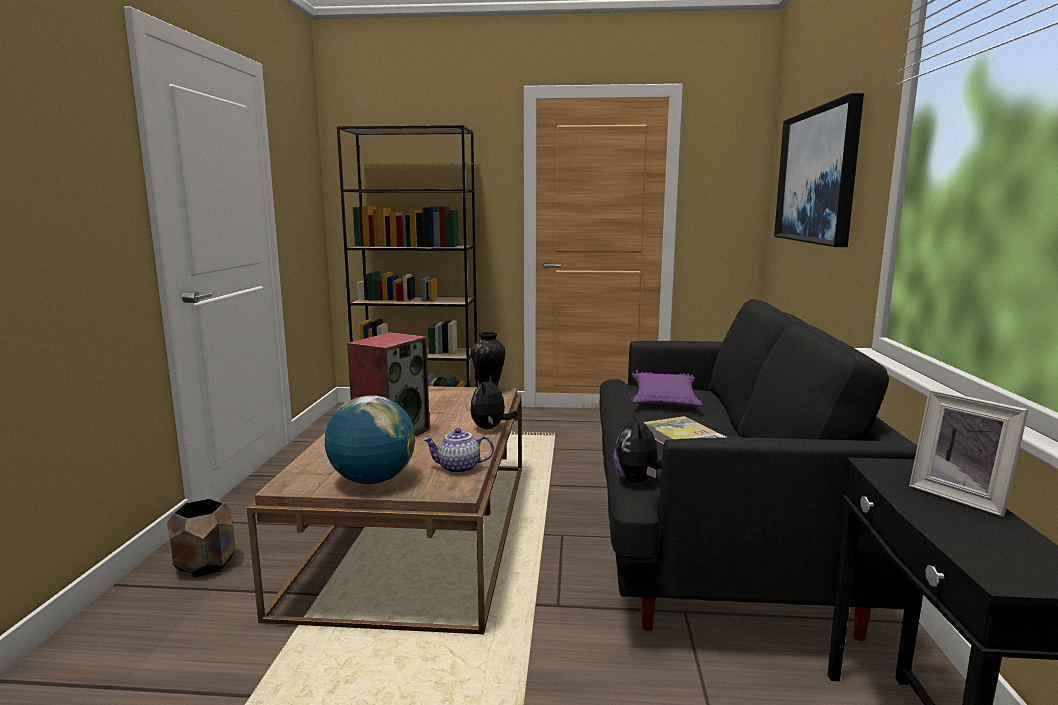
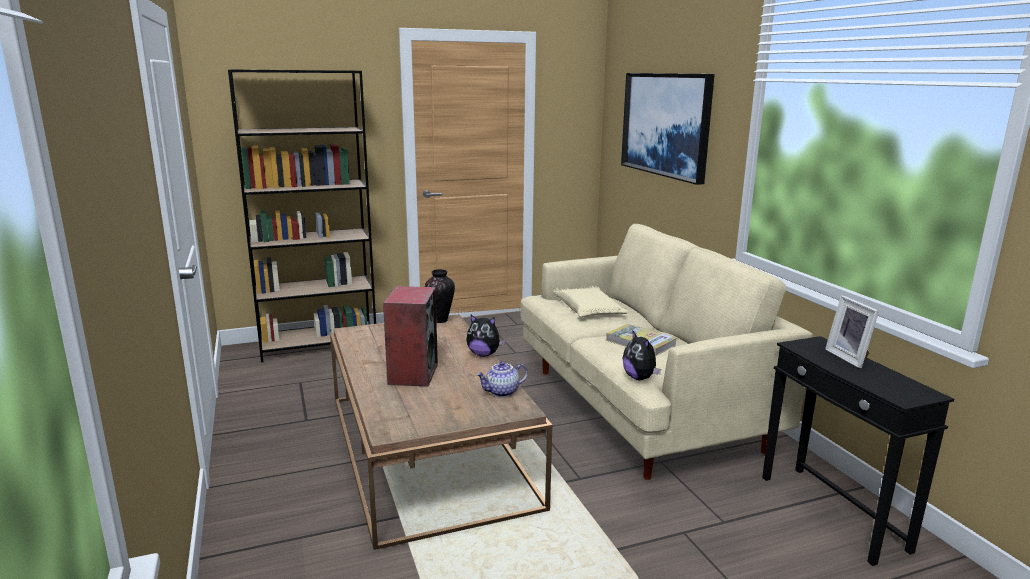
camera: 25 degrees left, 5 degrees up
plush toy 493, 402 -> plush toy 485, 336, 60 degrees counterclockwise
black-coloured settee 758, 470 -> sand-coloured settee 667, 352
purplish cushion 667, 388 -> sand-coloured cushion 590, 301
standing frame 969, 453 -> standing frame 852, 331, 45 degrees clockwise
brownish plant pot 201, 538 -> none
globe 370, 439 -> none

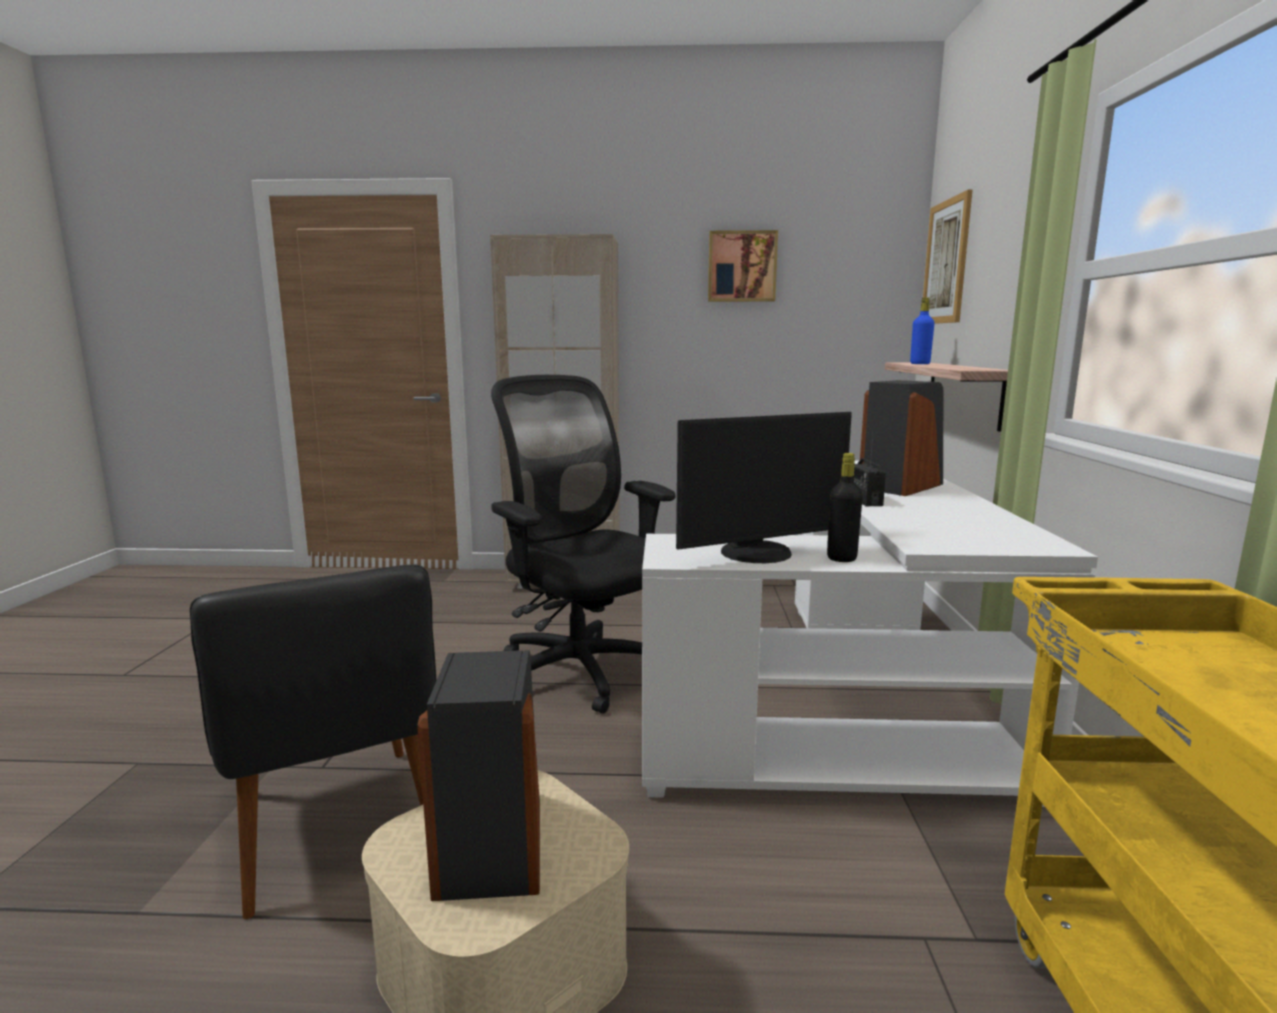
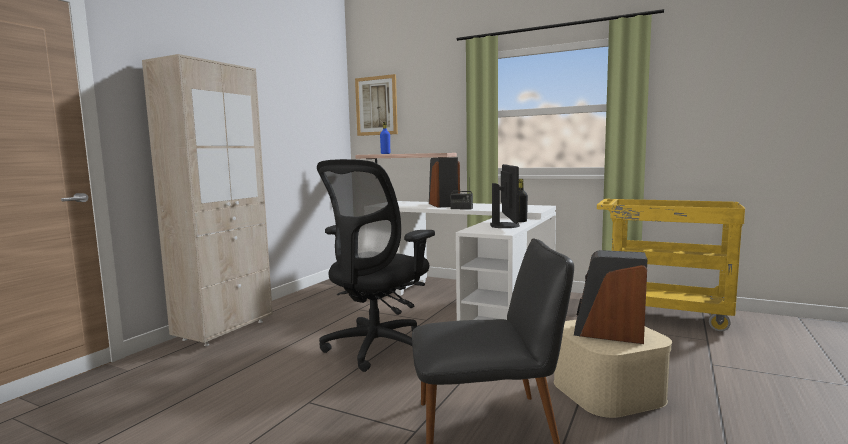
camera: 65 degrees left, 5 degrees down
black-coloured desk chair 583, 544 -> black-coloured desk chair 376, 265, 45 degrees counterclockwise
wall art 743, 266 -> none

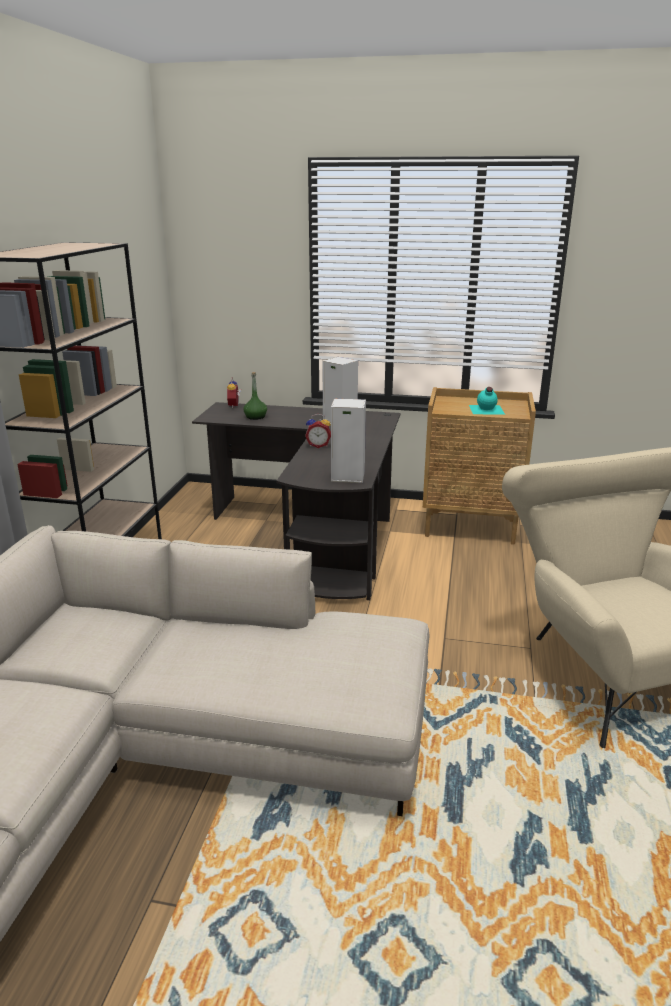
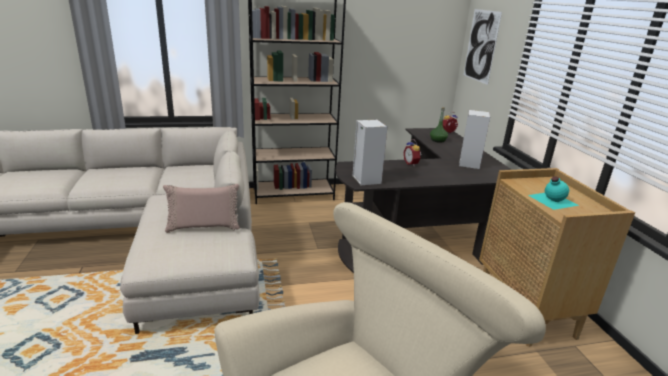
camera: 65 degrees right, 0 degrees up
none -> sand-coloured cushion 201, 208
none -> wall art 483, 47

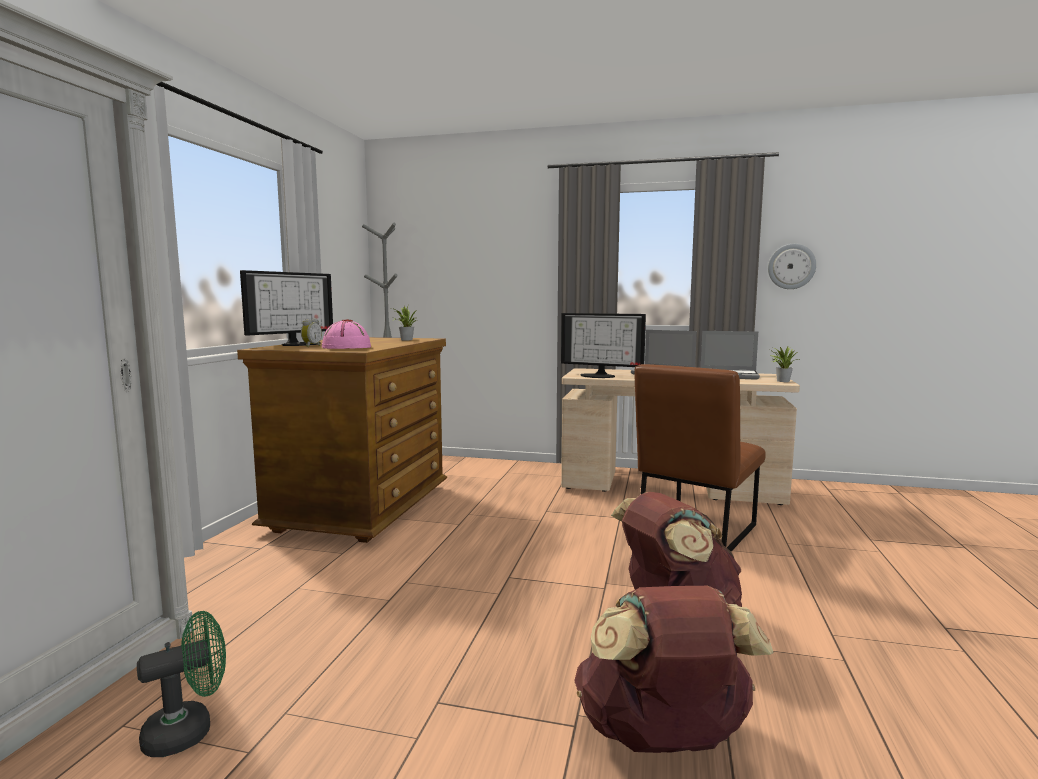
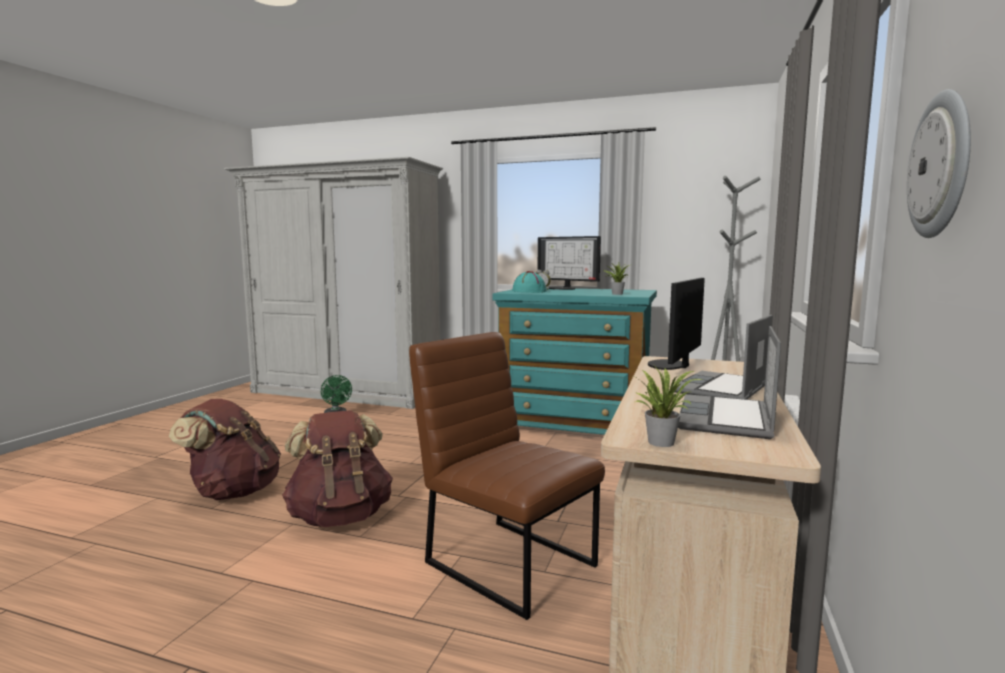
camera: 95 degrees right, 0 degrees up
brownish dresser 342, 440 -> blue-green dresser 574, 361
pink wearable hat 346, 334 -> blue-green wearable hat 529, 282

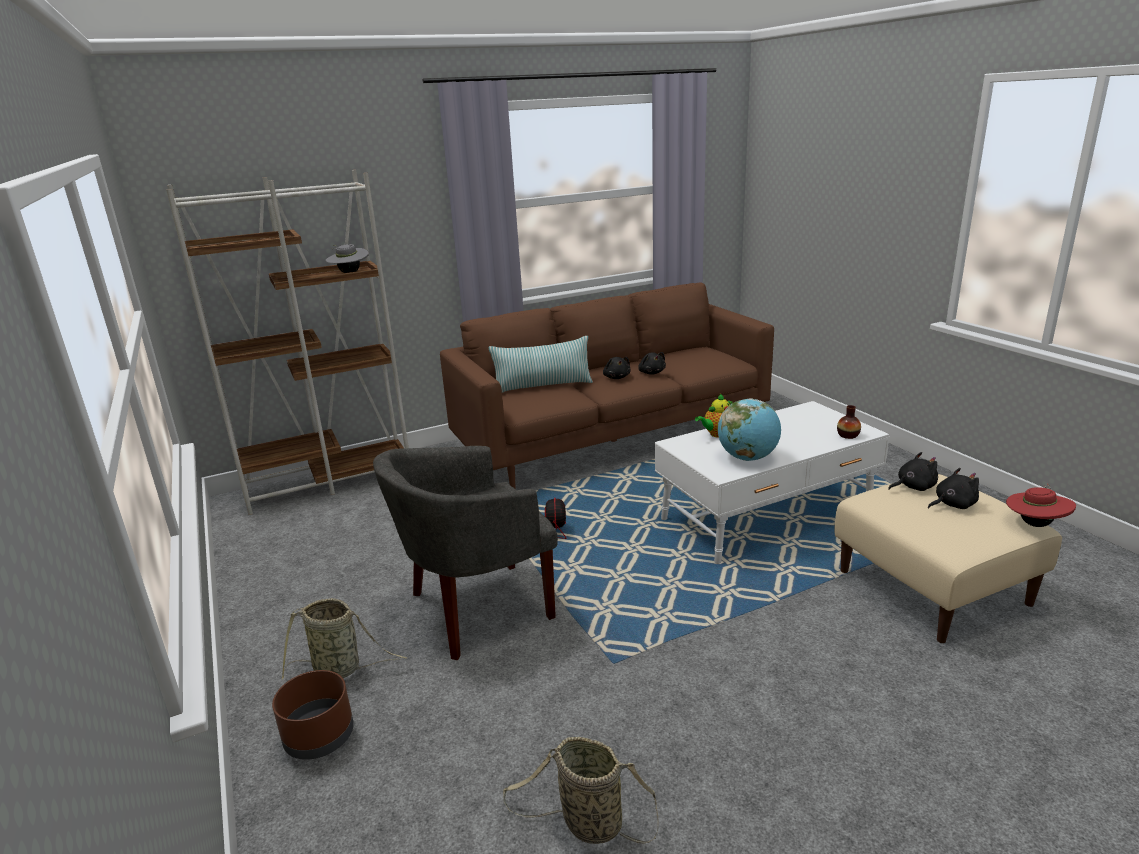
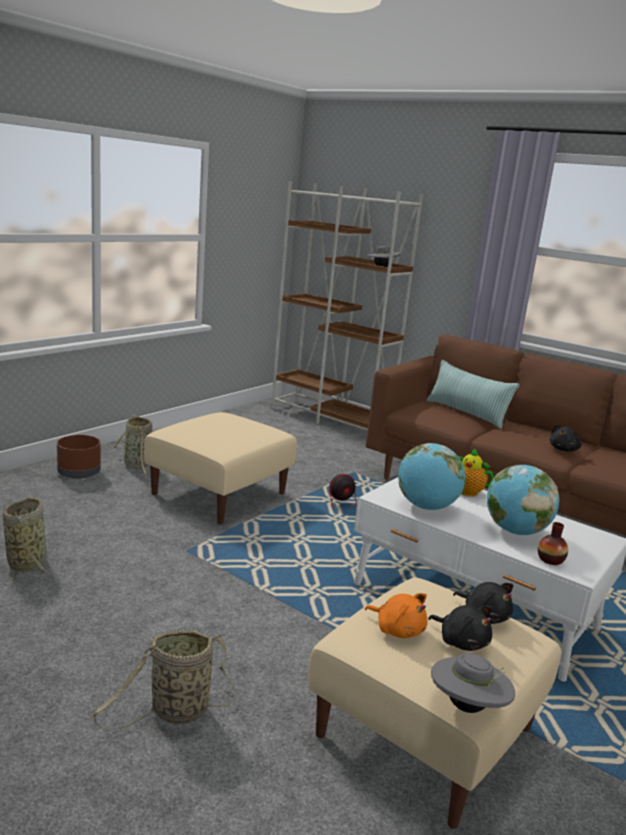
camera: 60 degrees right, 5 degrees down
none -> household basket 164, 680
grey armchair 465, 553 -> sand-coloured footrest 220, 468
none -> orange plush toy 396, 615
reddish wearable hat 1041, 505 -> grey wearable hat 473, 683
none -> globe 523, 500
black-coloured plush toy 617, 368 -> none

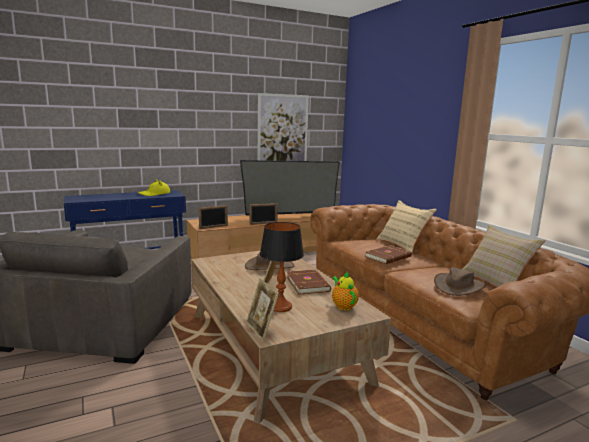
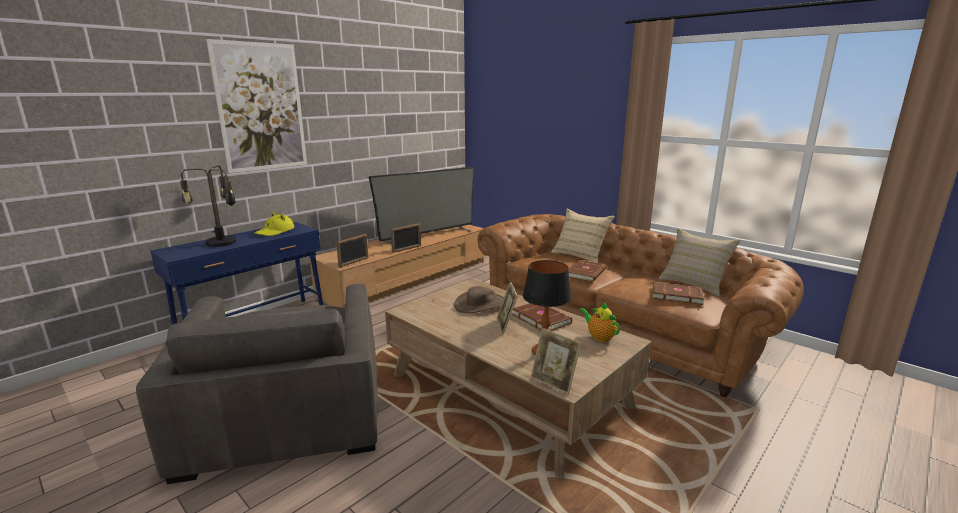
camera: 20 degrees left, 5 degrees up
none -> table lamp 208, 206
wall art 283, 127 -> wall art 256, 106, moved
brownish wearable hat 460, 281 -> brownish volume 678, 293

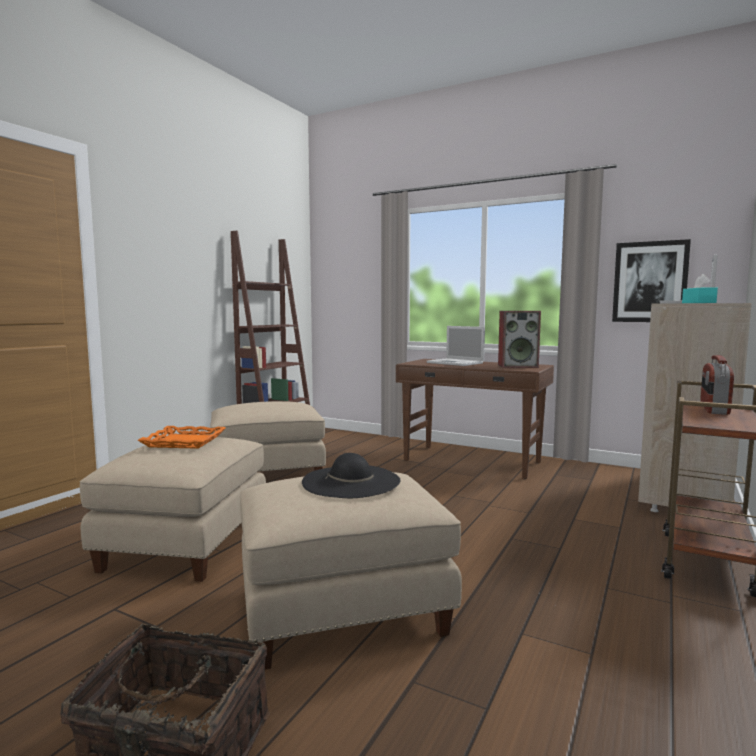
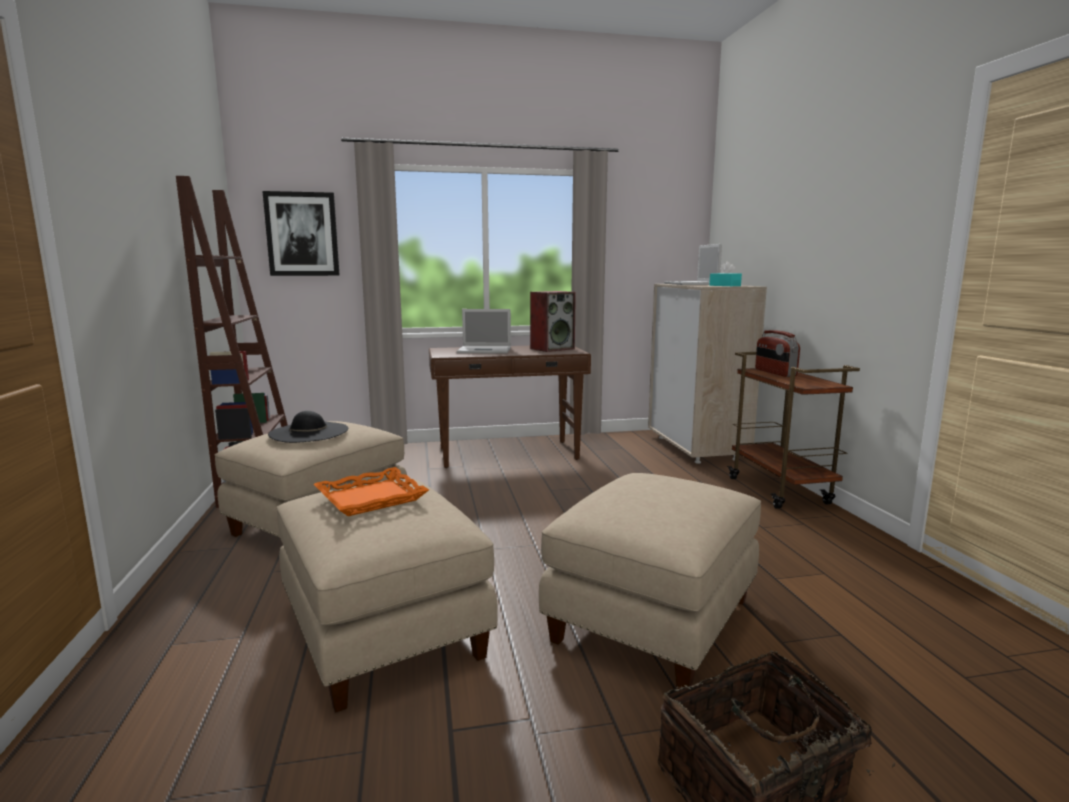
camera: 40 degrees left, 5 degrees up
wall art 651, 280 -> wall art 301, 233, moved
black-coloured wearable hat 351, 475 -> black-coloured wearable hat 308, 427, moved

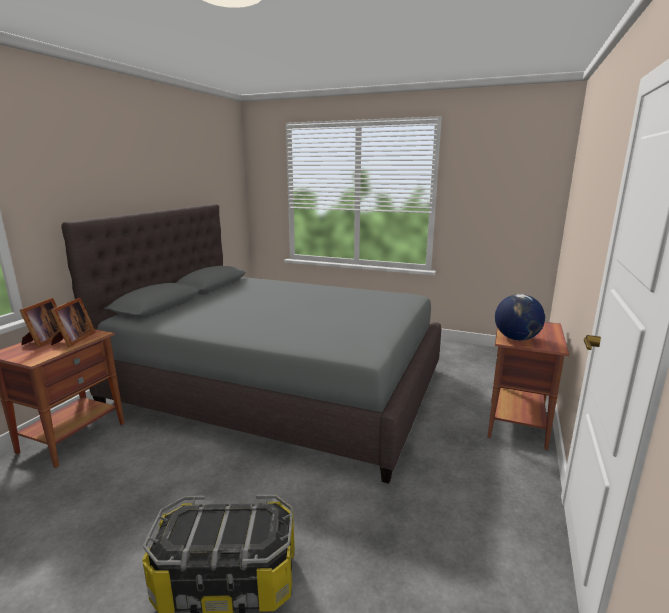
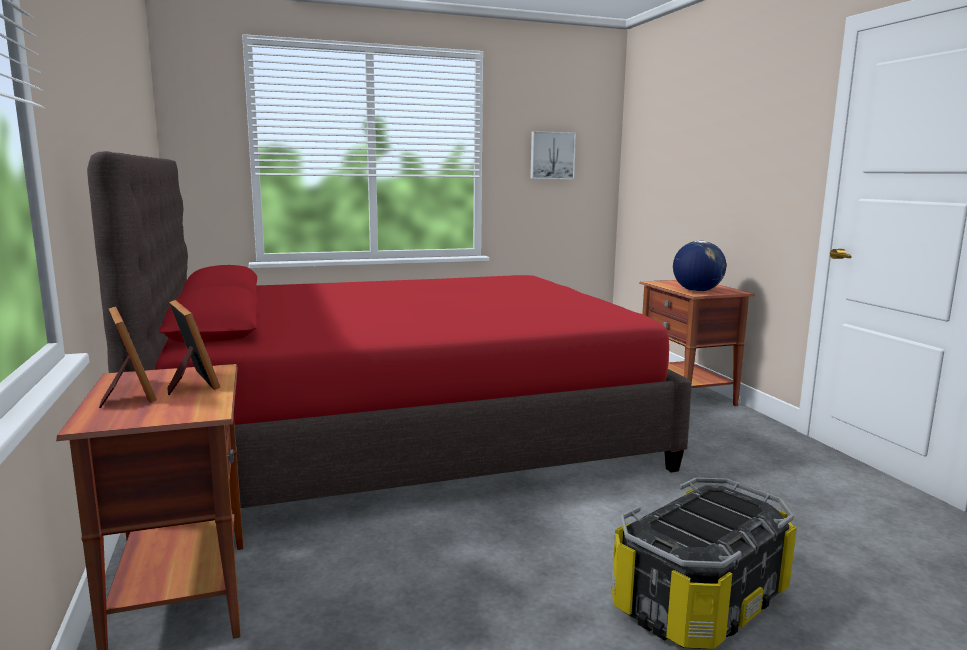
camera: 40 degrees left, 5 degrees down
grey bedroom bed 251, 344 -> reddish bedroom bed 389, 329
none -> wall art 553, 155

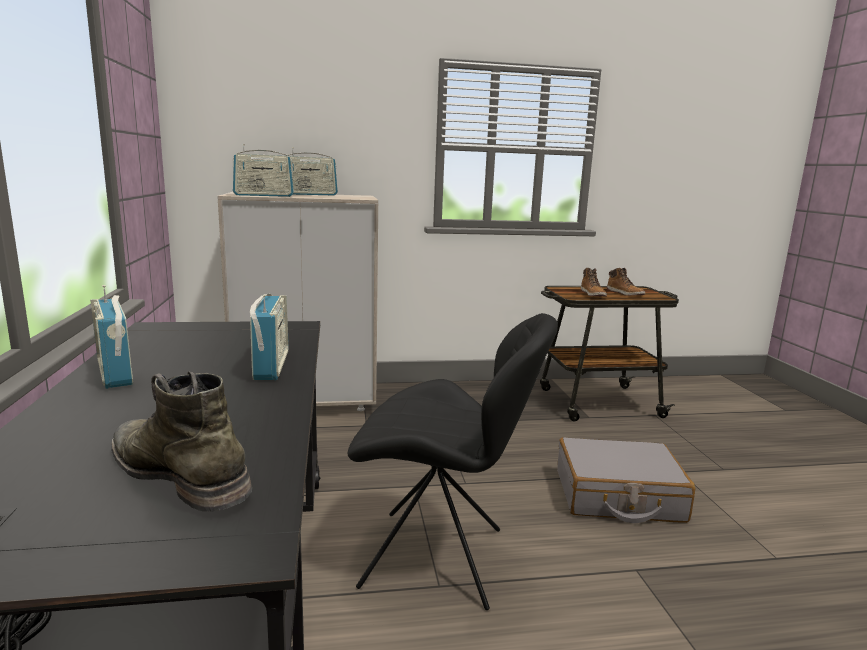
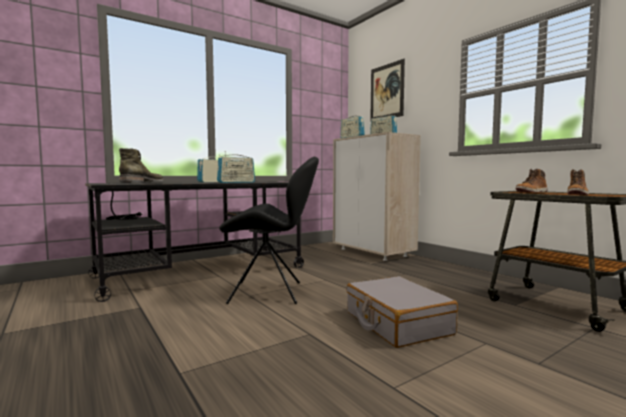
camera: 65 degrees right, 10 degrees down
black-coloured upright chair 452, 461 -> black-coloured upright chair 269, 230, 75 degrees counterclockwise
none -> wall art 387, 90

